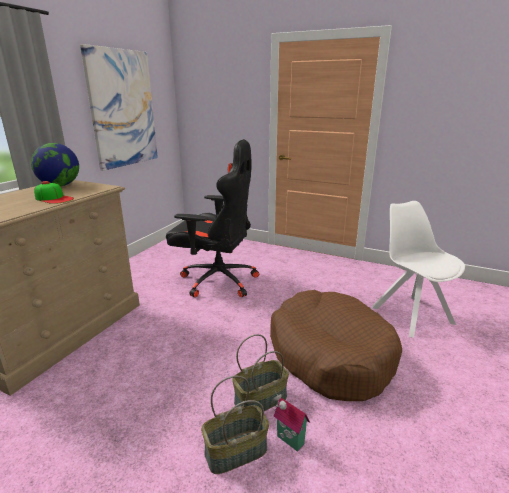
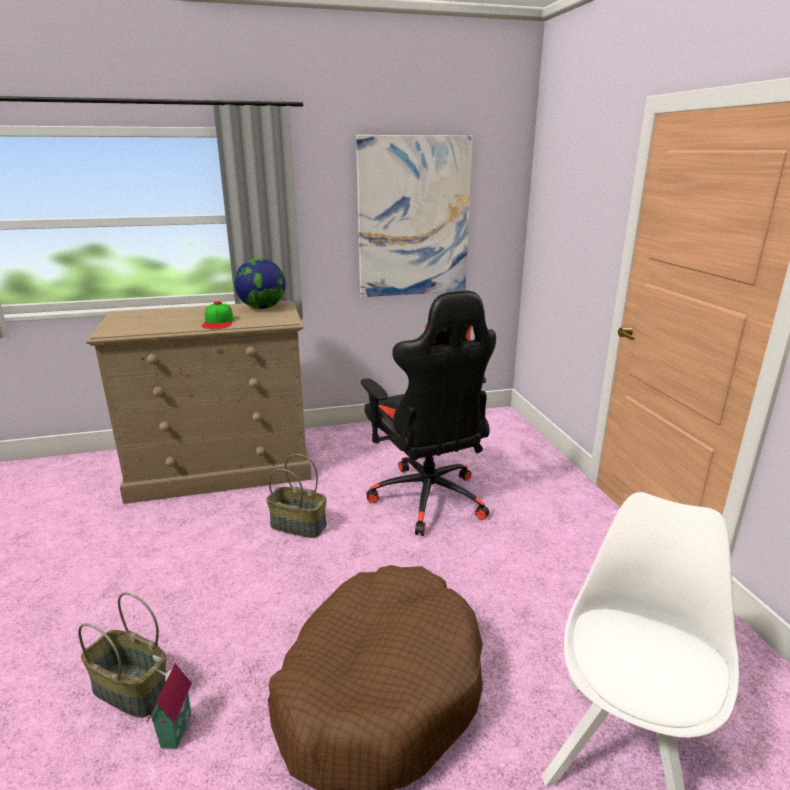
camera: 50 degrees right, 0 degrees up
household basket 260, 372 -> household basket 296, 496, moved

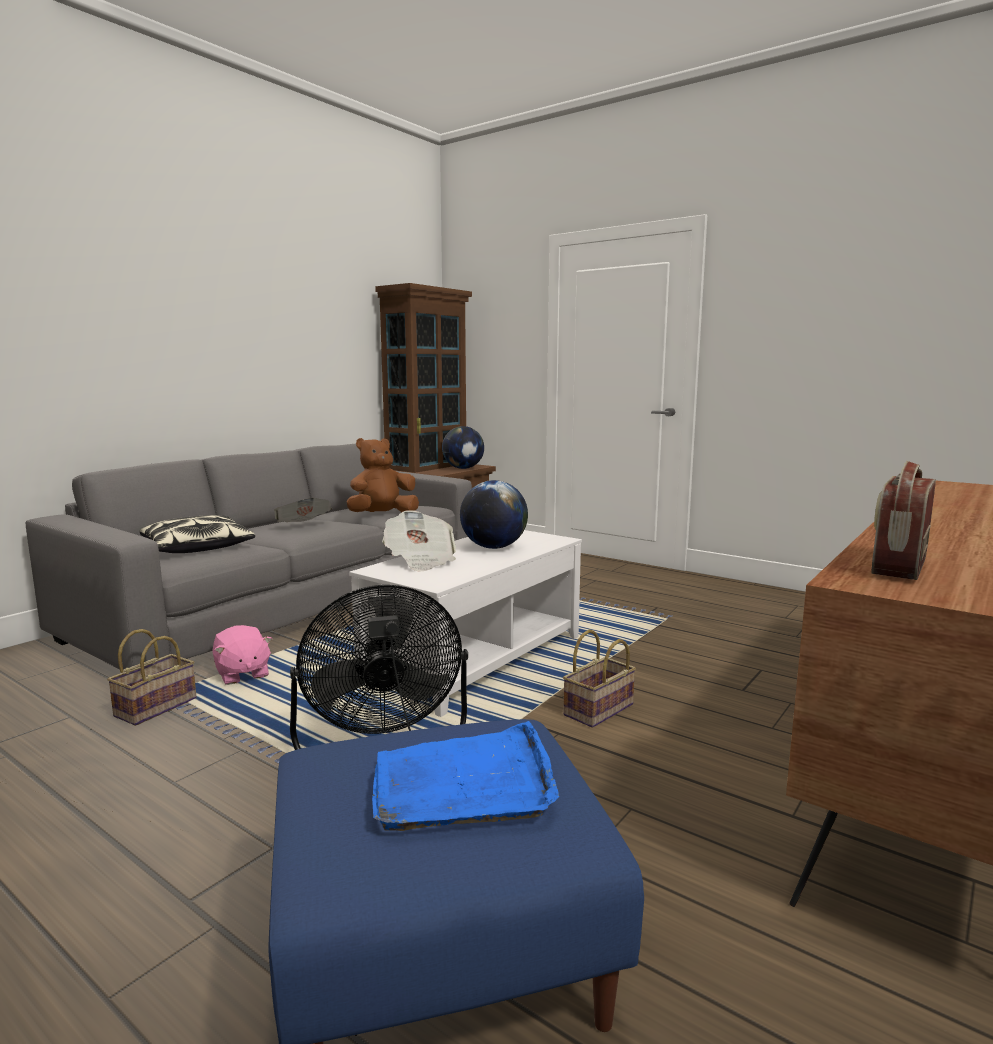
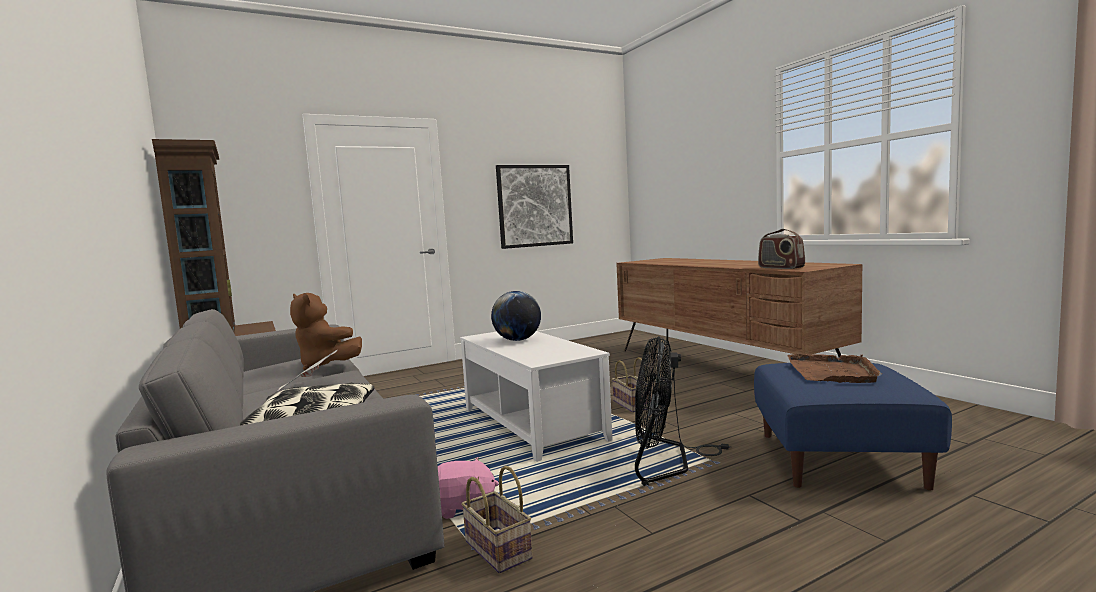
camera: 65 degrees left, 5 degrees down
brownish plush toy 383, 475 -> brownish plush toy 326, 332, 45 degrees counterclockwise
none -> wall art 534, 207
bluish tray 465, 776 -> brownish tray 835, 368
printed paper 419, 541 -> none
globe 463, 447 -> none

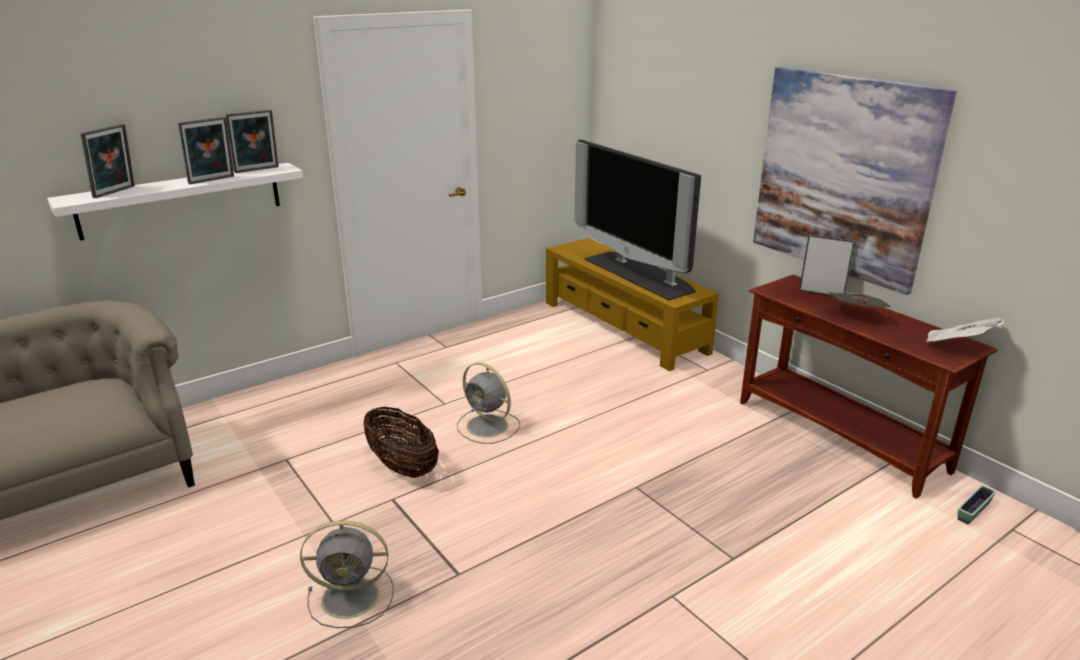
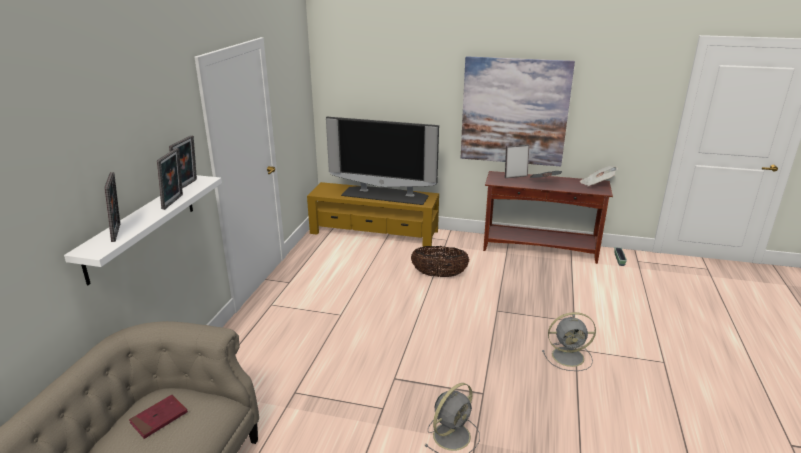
camera: 40 degrees left, 0 degrees up
none -> reddish volume 158, 417
household basket 401, 442 -> household basket 440, 261, moved
grey cooling fan 488, 403 -> grey cooling fan 569, 341, moved

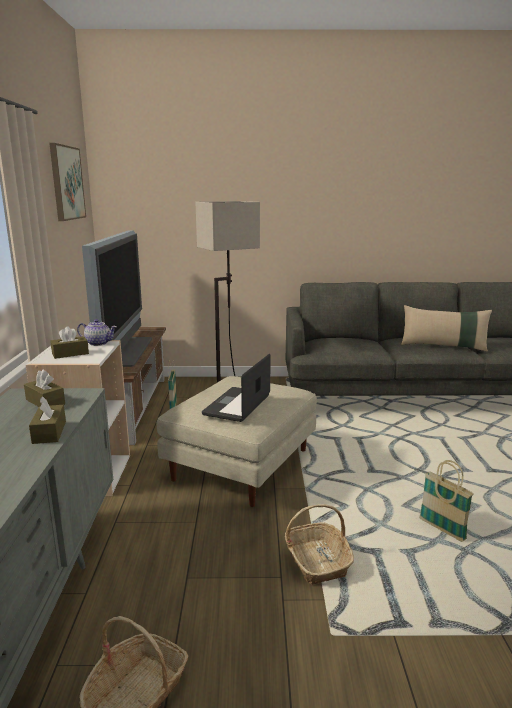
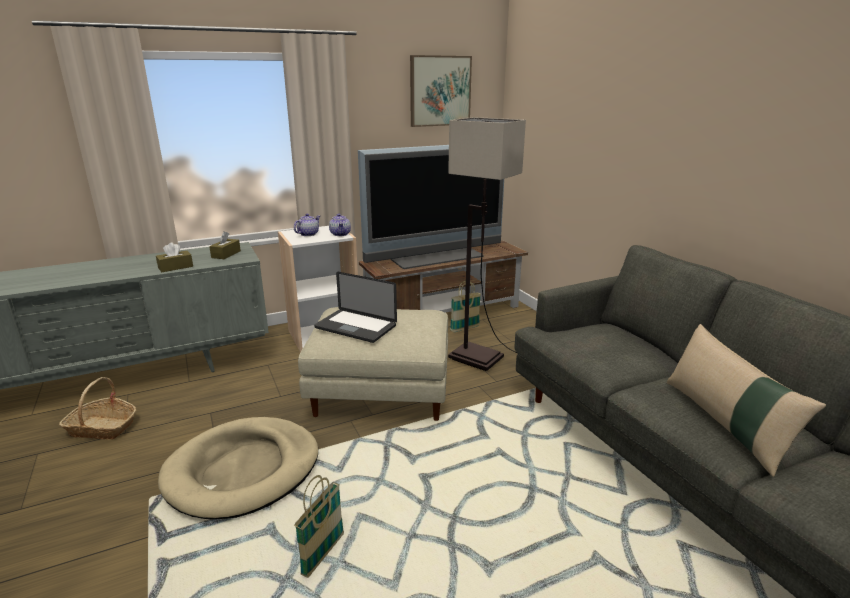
camera: 65 degrees right, 5 degrees up
household basket 319, 544 -> sand-coloured pet bed 238, 468
brownish tissue holder 69, 342 -> pot for tea 307, 225
notebook computer 236, 388 -> notebook computer 355, 307, 150 degrees counterclockwise

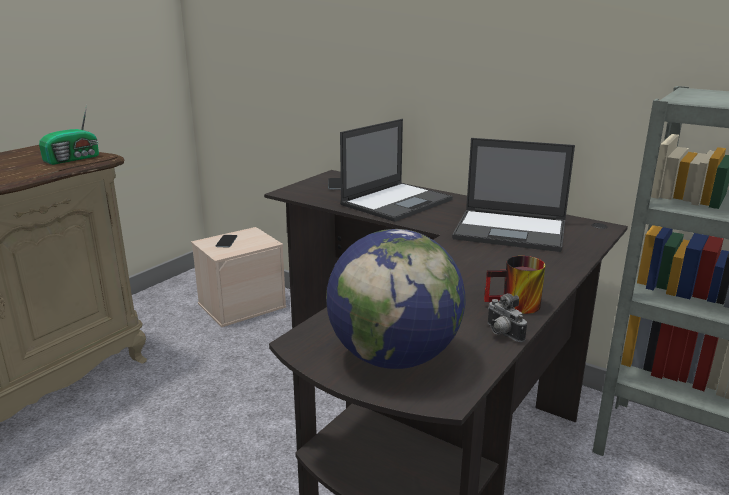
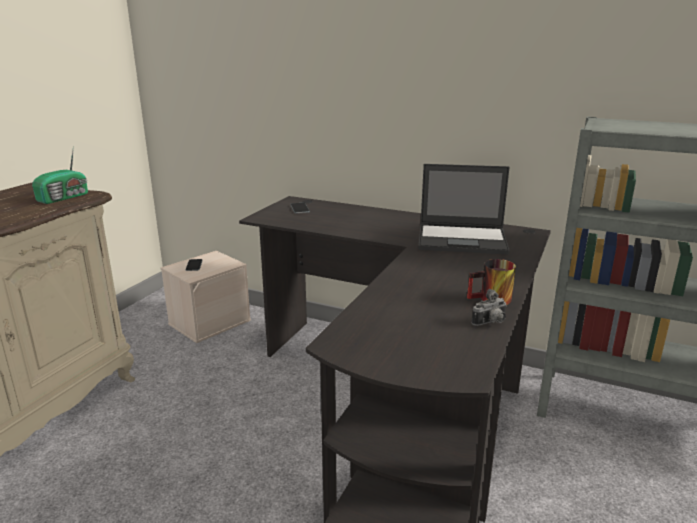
camera: 10 degrees left, 0 degrees up
still camera 507, 317 -> still camera 489, 307, 75 degrees counterclockwise
globe 395, 299 -> none
notebook computer 396, 170 -> none

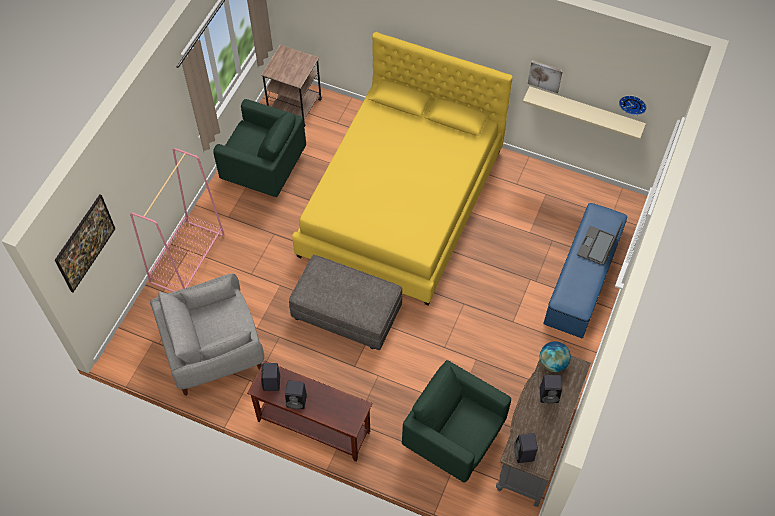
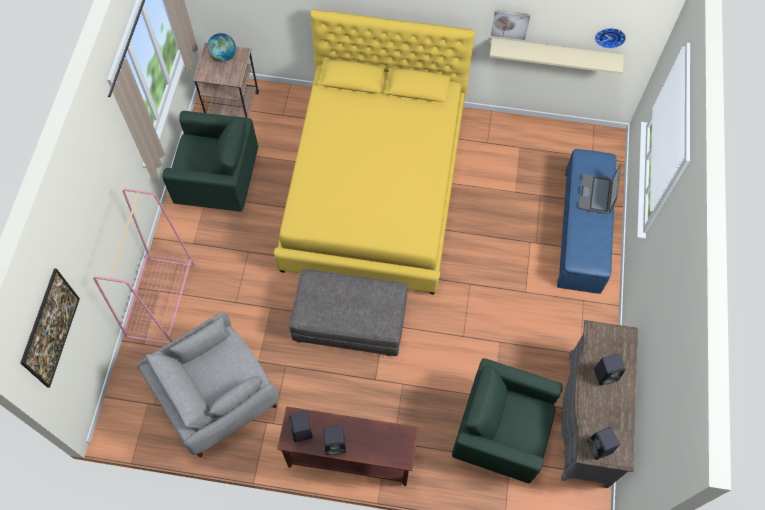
camera: 15 degrees left, 5 degrees up
globe 555, 356 -> globe 221, 47, moved

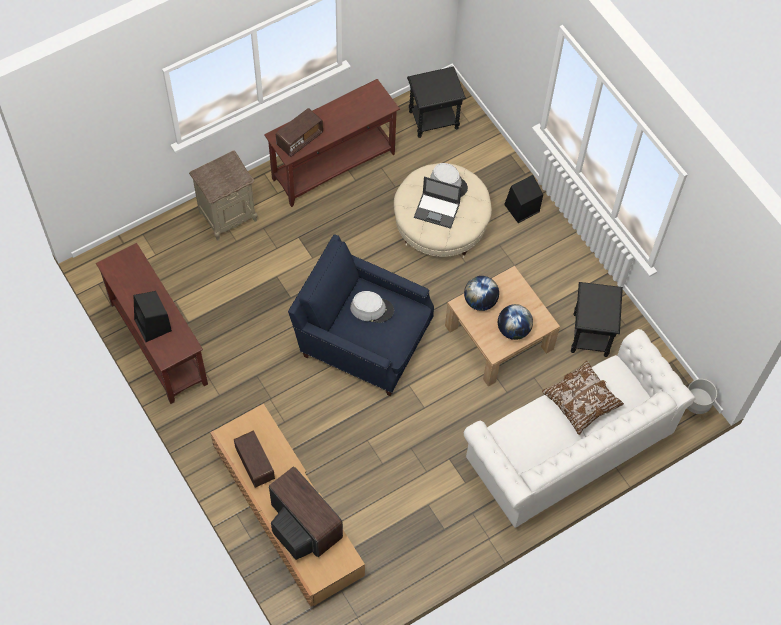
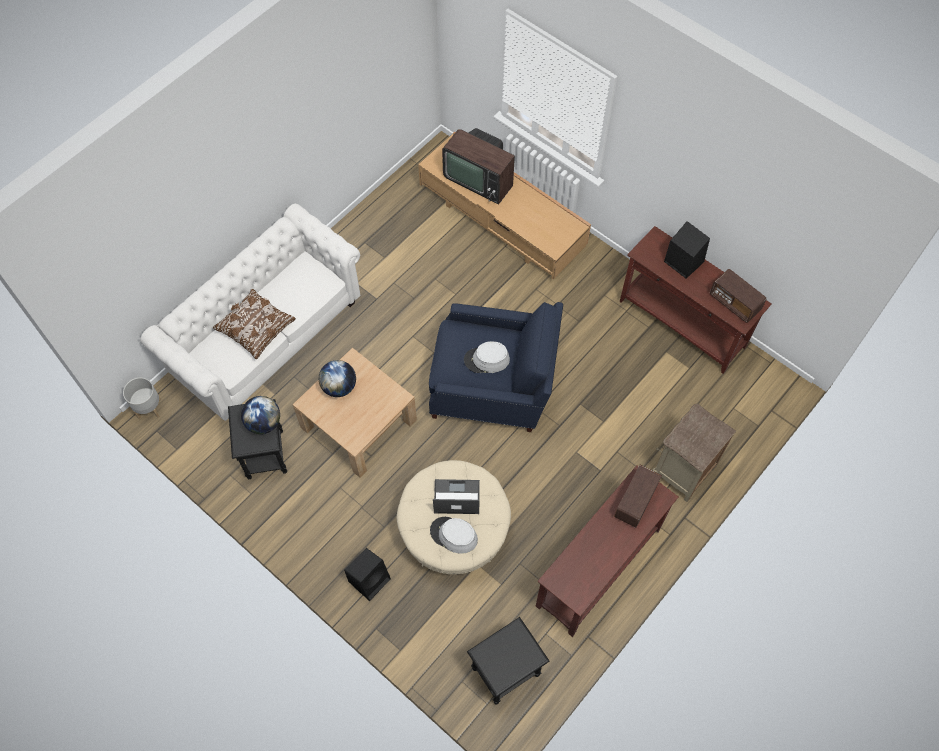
camera: 165 degrees right, 0 degrees up
globe 481, 293 -> globe 260, 415, moved
radio set 254, 459 -> radio set 738, 296, moved

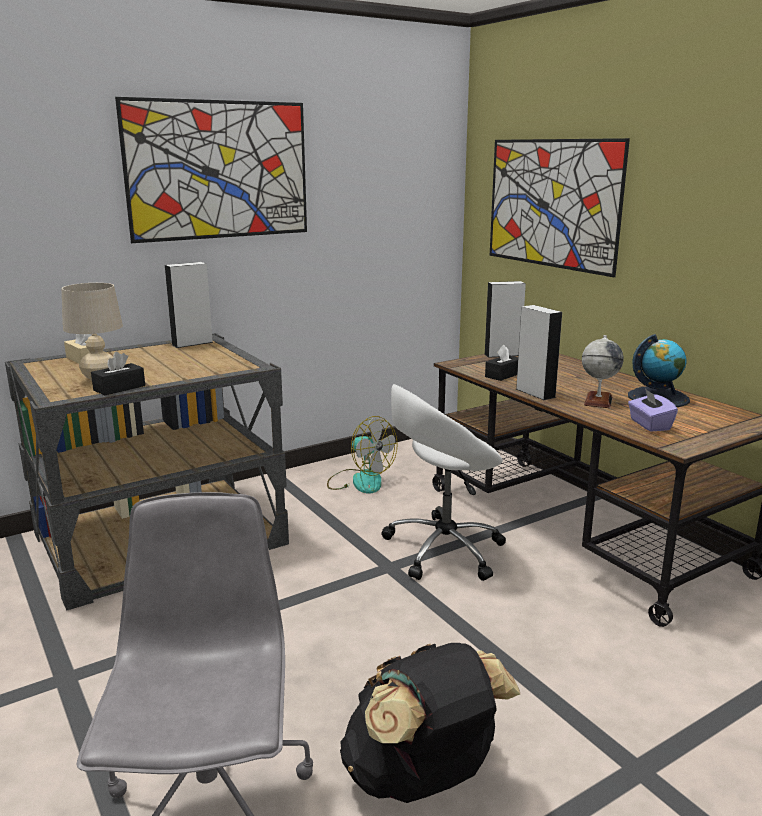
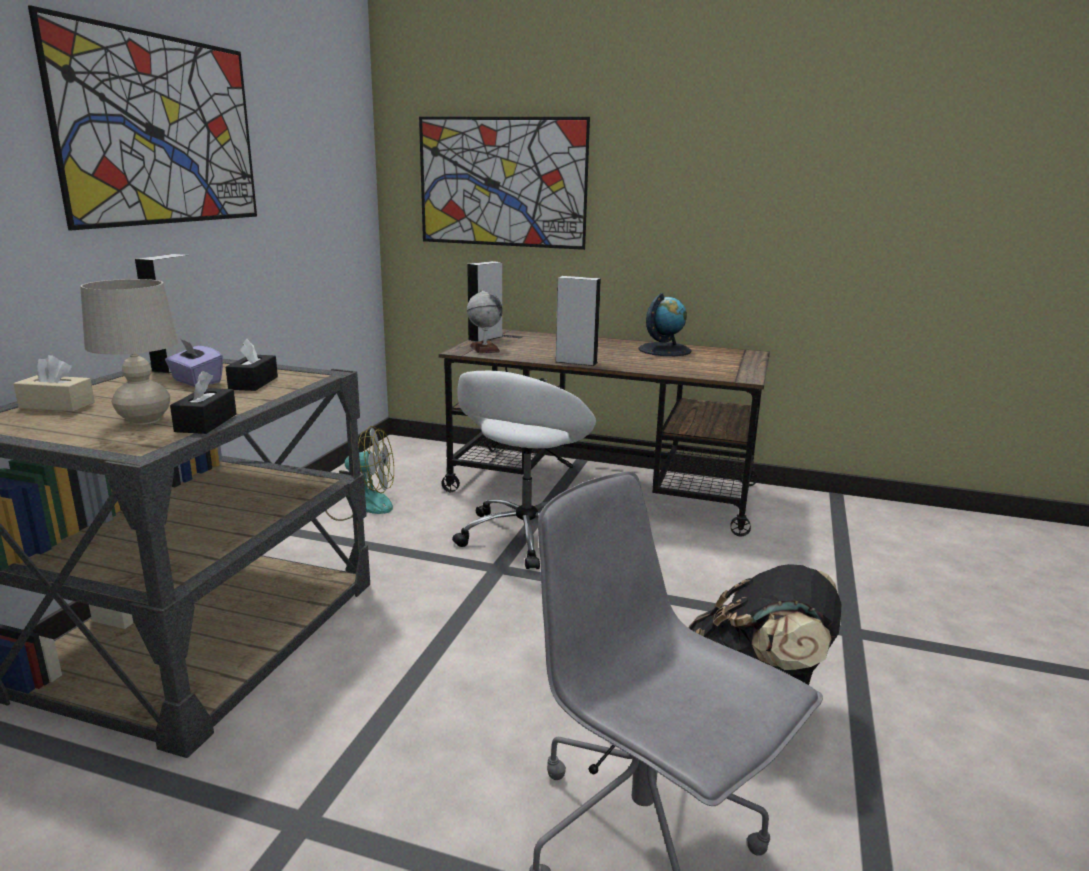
camera: 40 degrees left, 0 degrees up
purplish tissue holder 653, 410 -> purplish tissue holder 194, 363, moved
black-coloured tissue holder 501, 363 -> black-coloured tissue holder 252, 365, moved
globe 603, 371 -> globe 485, 321, moved

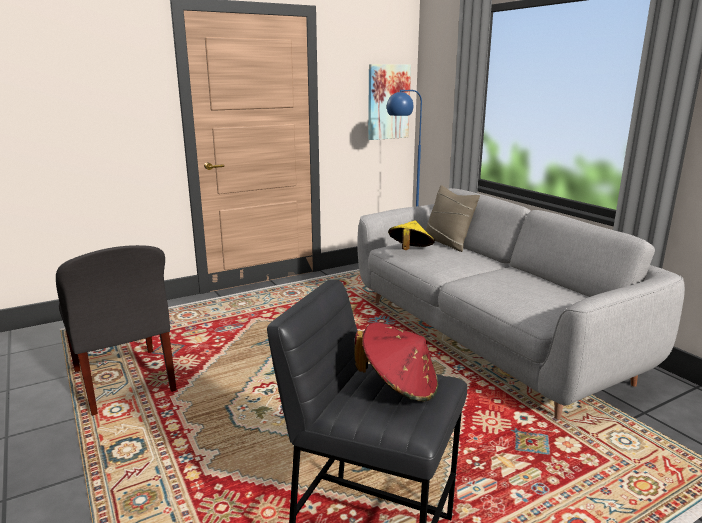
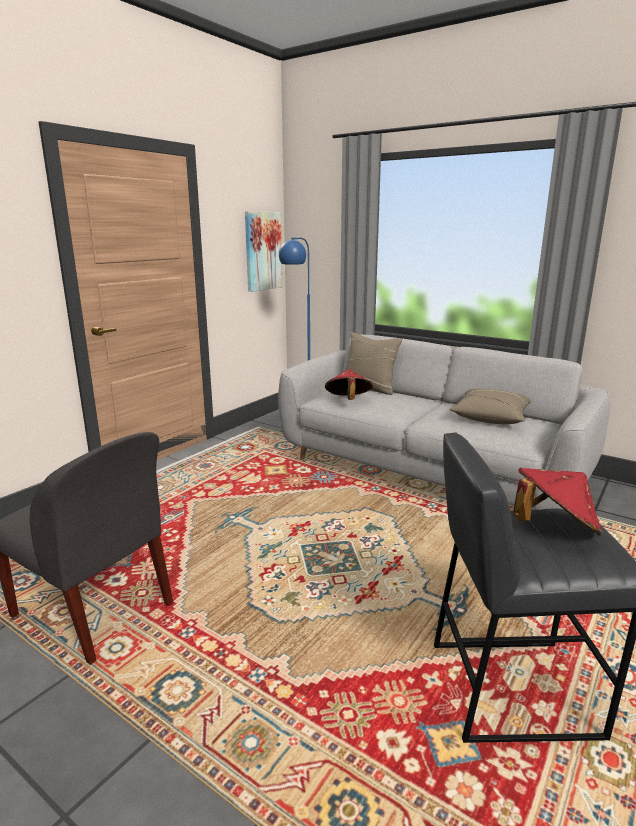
camera: 25 degrees left, 0 degrees up
yellowish wearable hat 411, 235 -> reddish wearable hat 349, 384
none -> sand-coloured cushion 490, 406

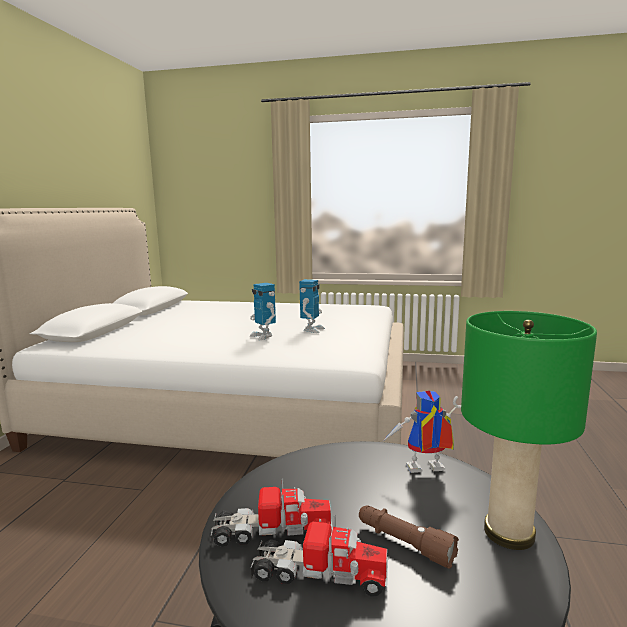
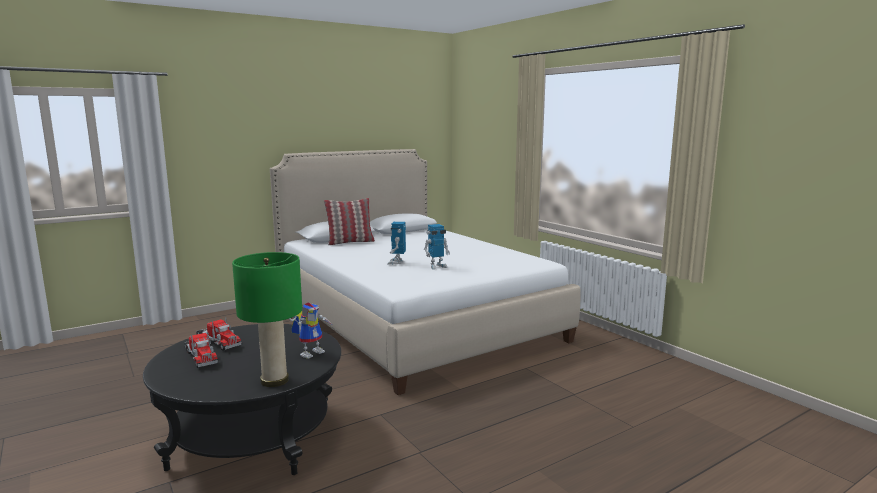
camera: 45 degrees right, 0 degrees up
toy robot 421, 432 -> toy robot 311, 330, 90 degrees clockwise
none -> cushion 349, 221
brownish torch 409, 537 -> none

